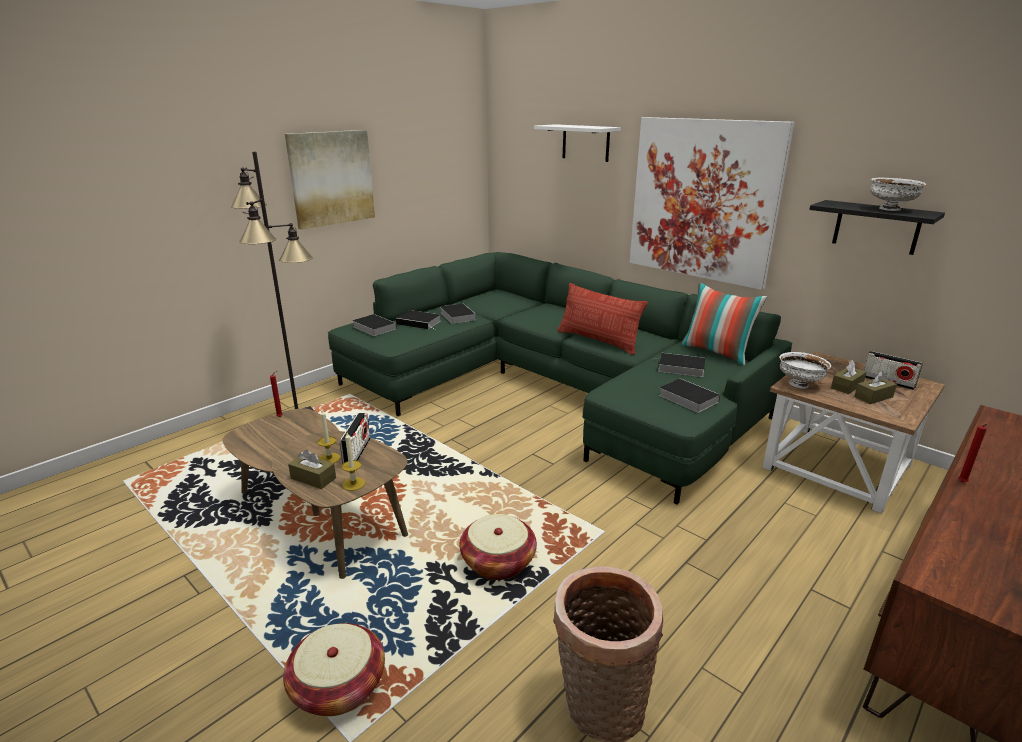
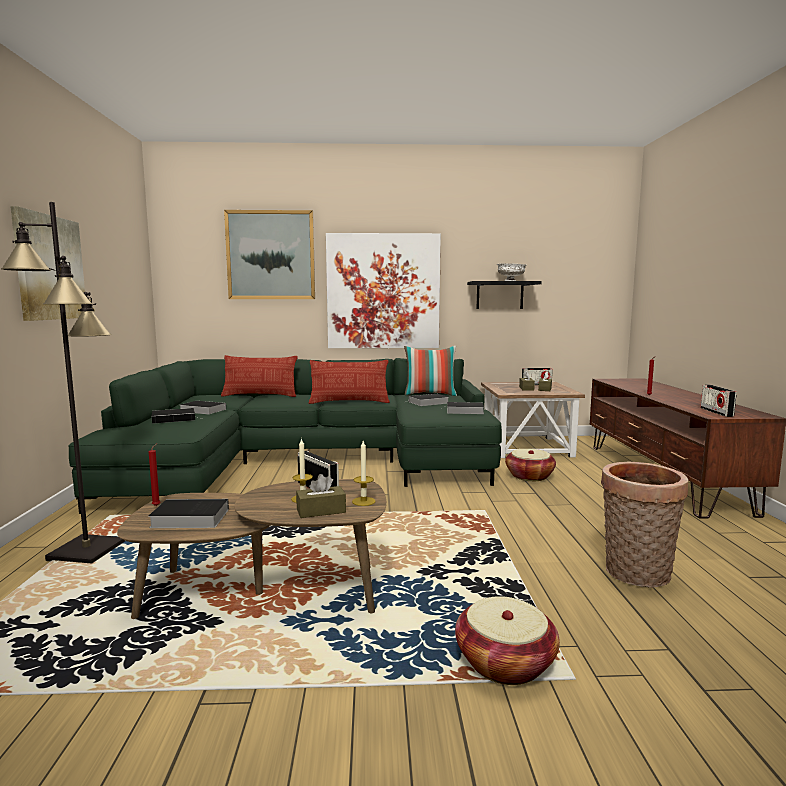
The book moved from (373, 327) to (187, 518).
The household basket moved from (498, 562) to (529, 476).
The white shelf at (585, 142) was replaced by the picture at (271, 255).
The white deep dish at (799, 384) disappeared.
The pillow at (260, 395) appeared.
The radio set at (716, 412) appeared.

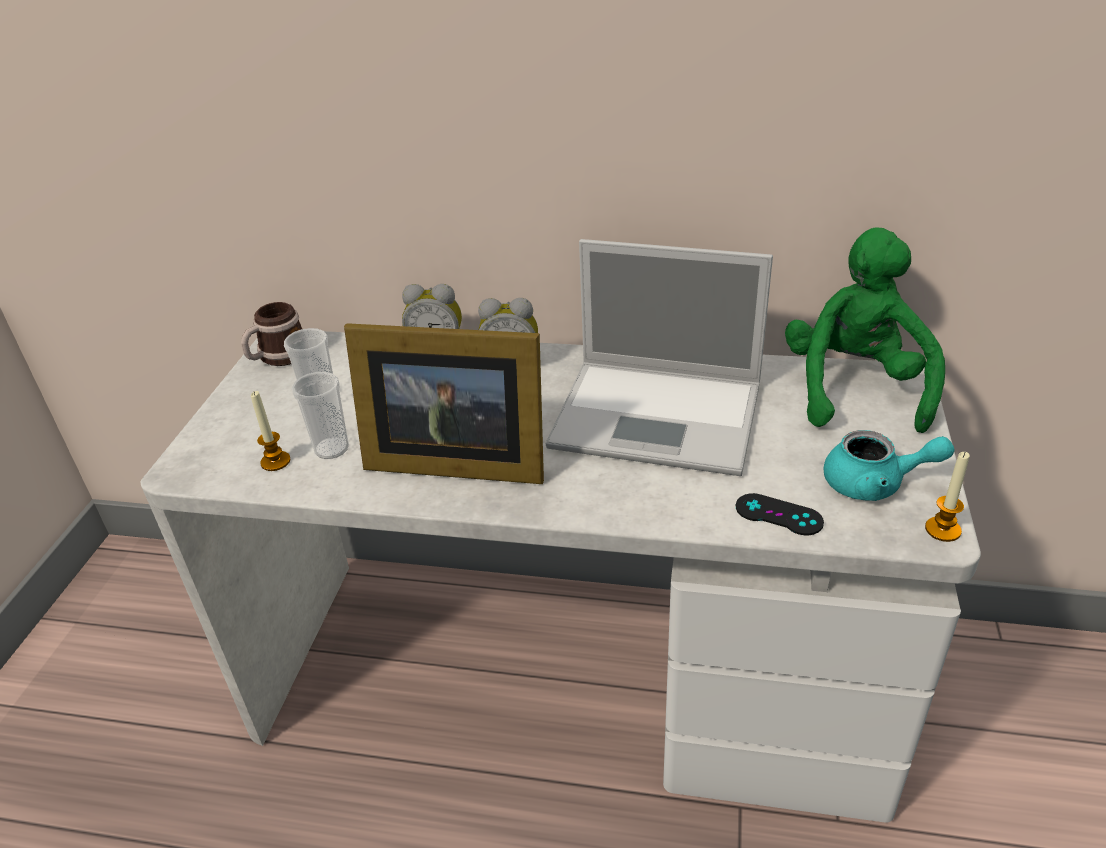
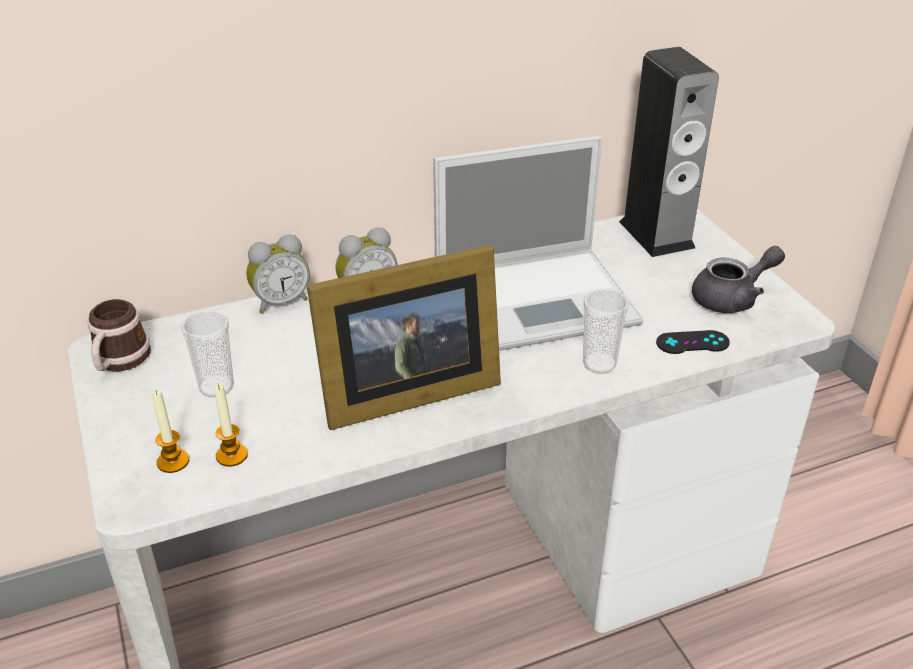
The drinking cup moved from (331, 449) to (599, 363).
The green soft toy at (855, 389) was replaced by the loudspeaker at (656, 234).
The turquoise pot for tea at (875, 484) became the greyish pot for tea at (732, 298).
The wax light moved from (942, 530) to (173, 461).

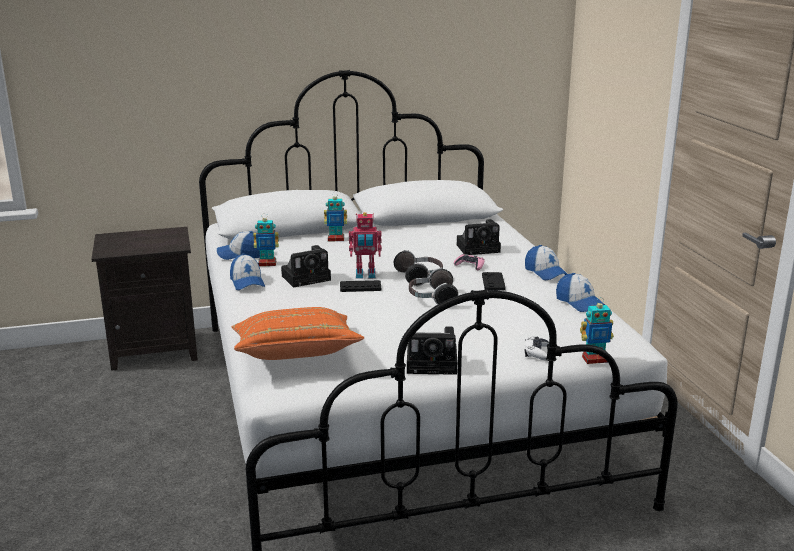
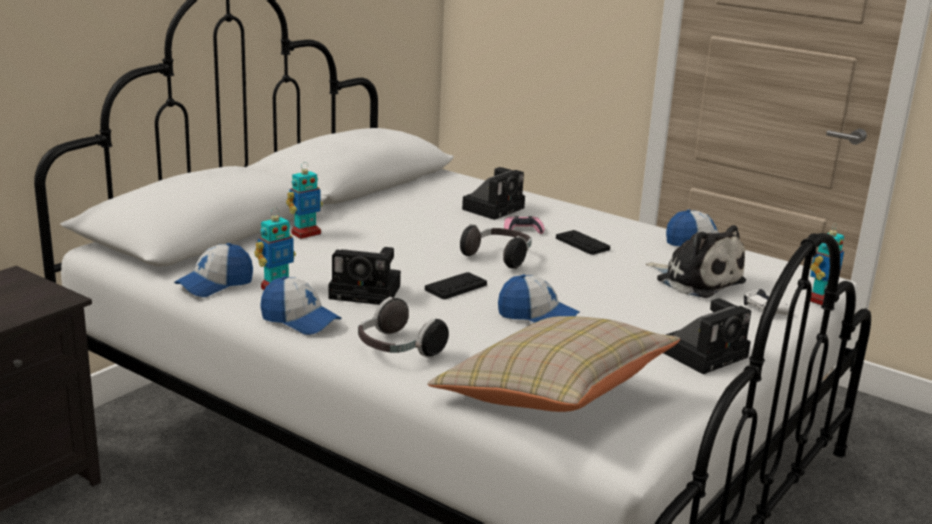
The orange-coloured pillow at (296, 355) became the beige pillow at (551, 396).
The still camera at (308, 277) turned 75 degrees clockwise.
The toy robot at (365, 275) disappeared.
The pair of headphones moved from (432, 299) to (397, 350).
The peaked cap moved from (545, 272) to (537, 316).
The soft toy at (696, 280) appeared.

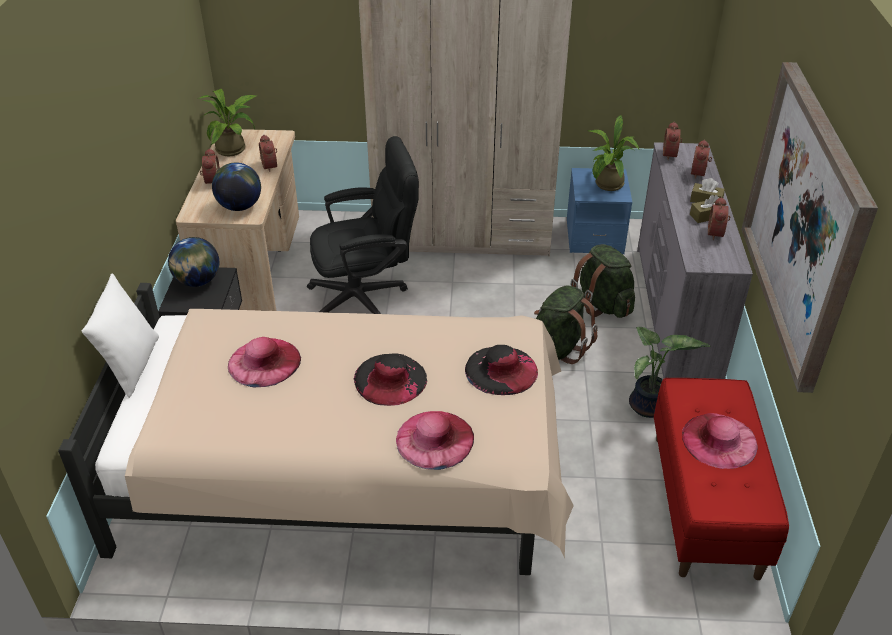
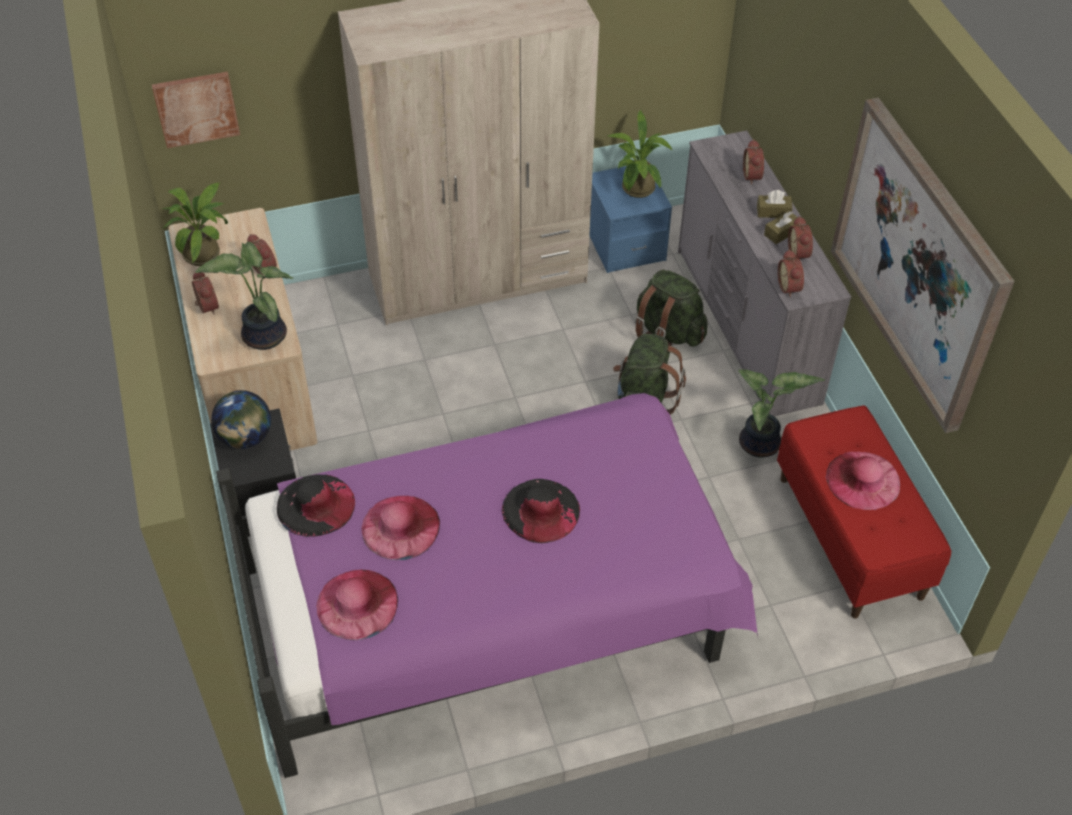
The beige sleeping bed at (348, 473) became the purple sleeping bed at (492, 607).
The white pillow at (131, 366) disappeared.
The globe at (239, 206) was replaced by the potted plant at (262, 335).
The black-coloured office chair at (366, 296) disappeared.
The pinkish hat moved from (435, 439) to (357, 604).
The black-coloured hat moved from (501, 370) to (315, 505).
The alarm clock moved from (671, 155) to (790, 287).
The picture at (196, 108) appeared.

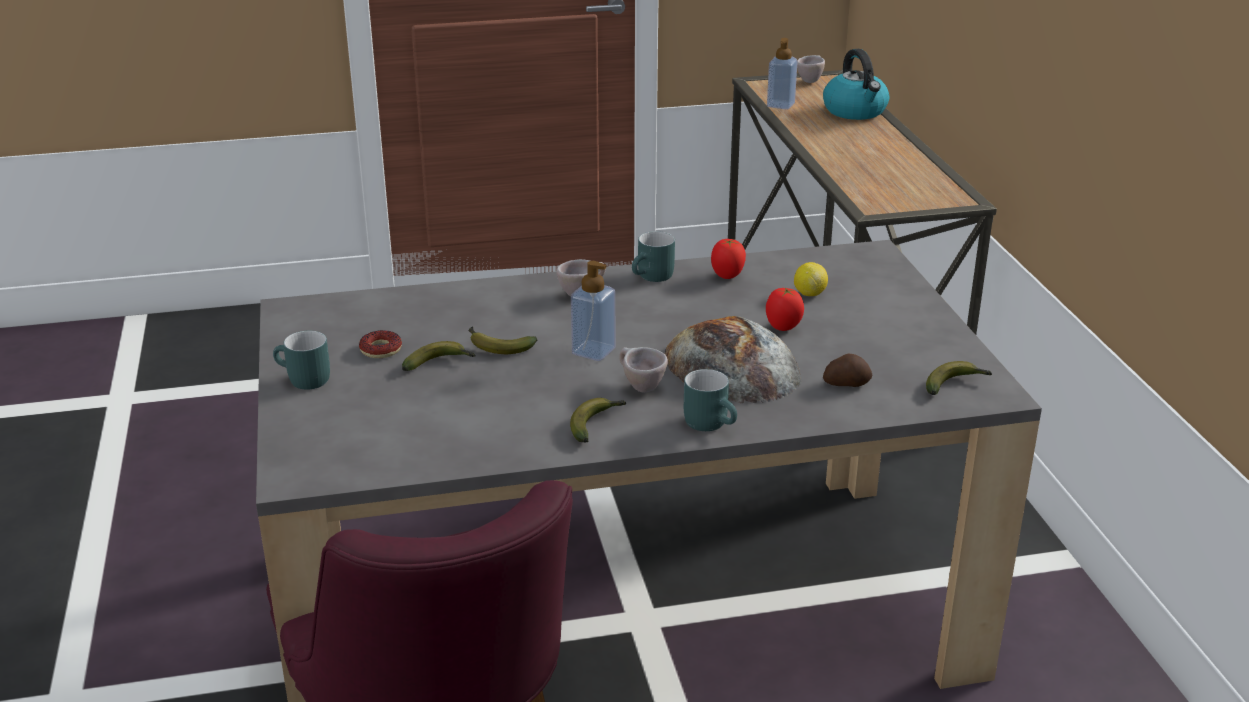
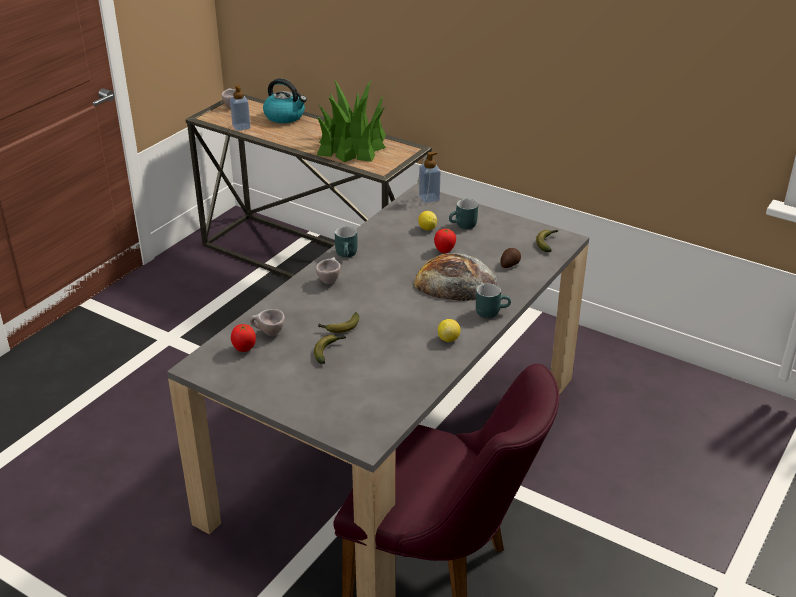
The turquoise mug moved from (302, 381) to (464, 226).
The doughnut at (380, 350) disappeared.
The banana at (596, 424) was replaced by the whole lemon at (448, 339).
The liquid soap bottle moved from (593, 351) to (429, 198).
The beige drinking cup moved from (639, 386) to (268, 333).
The tomato moved from (727, 276) to (244, 349).
The potted plant at (352, 145) appeared.

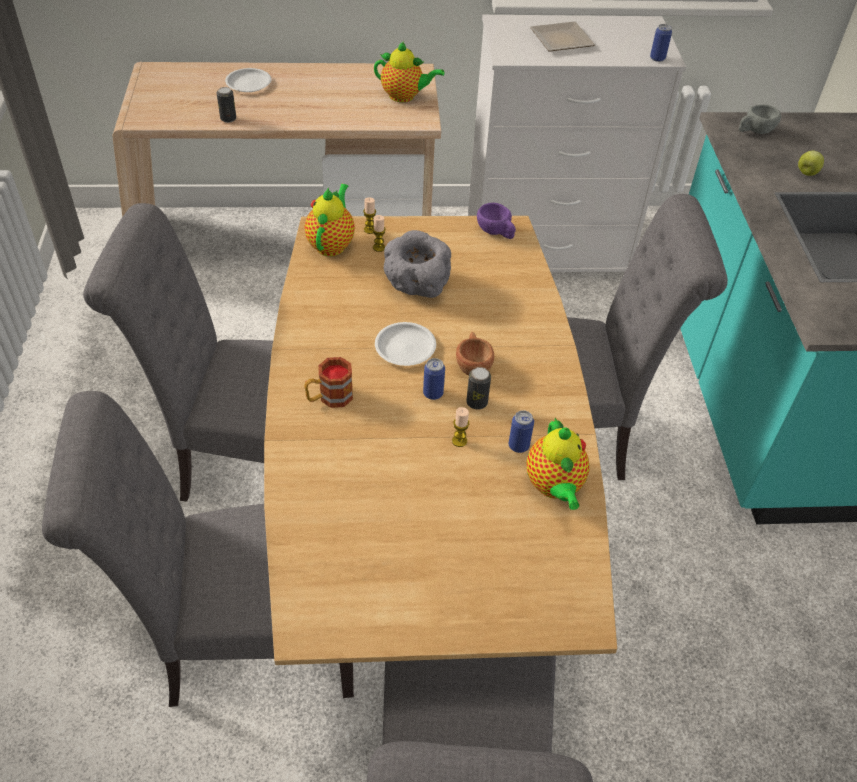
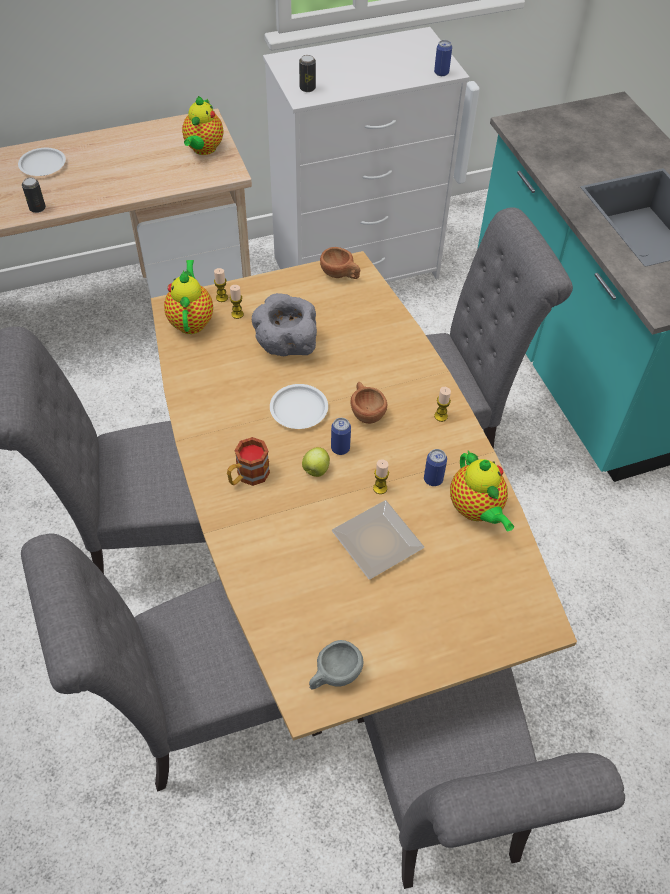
The pot for tea at (404, 96) turned 105 degrees clockwise.
The can moved from (477, 402) to (307, 88).
The purple drinking cup at (496, 232) became the brown drinking cup at (340, 275).
The flat dish moved from (562, 39) to (377, 539).
The greyish drinking cup moved from (754, 131) to (334, 676).
The apple moved from (806, 173) to (315, 470).
The wax light at (441, 416) appeared.

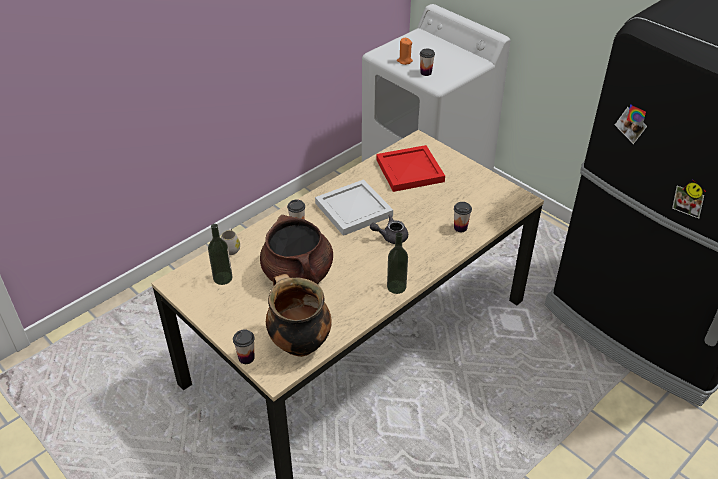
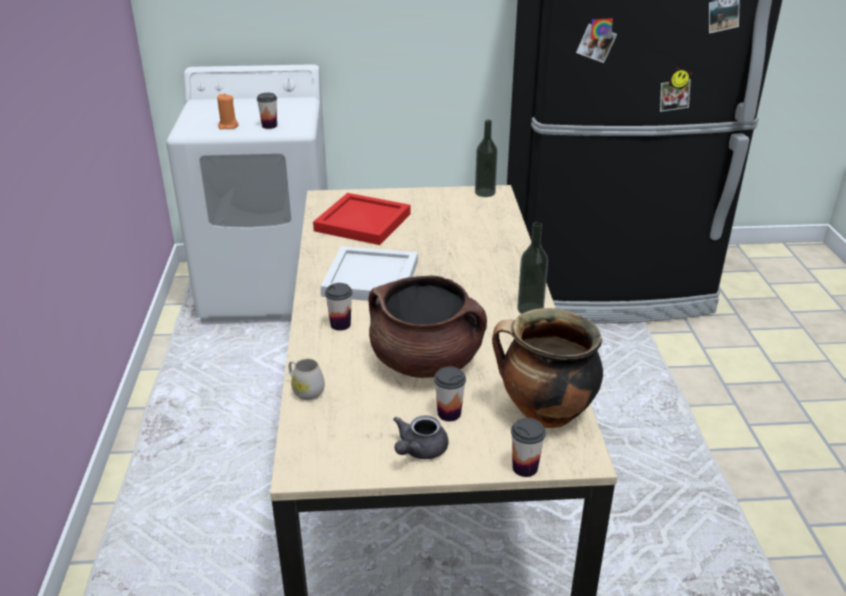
The beverage bottle moved from (223, 278) to (485, 192).
The greyish pot for tea moved from (391, 237) to (419, 450).
The drinking cup moved from (460, 228) to (449, 413).

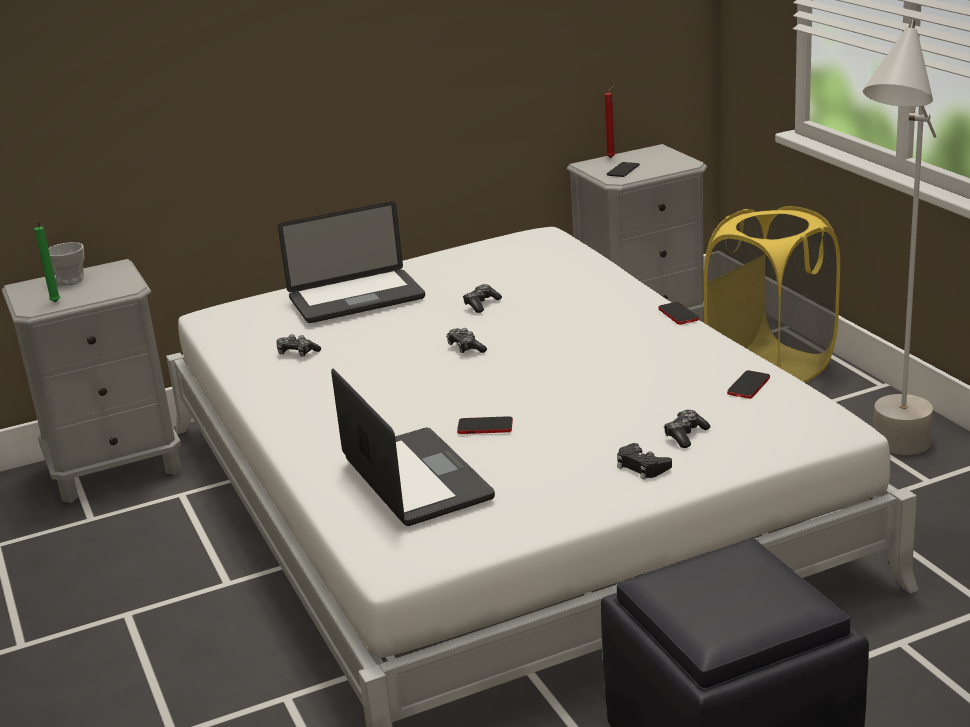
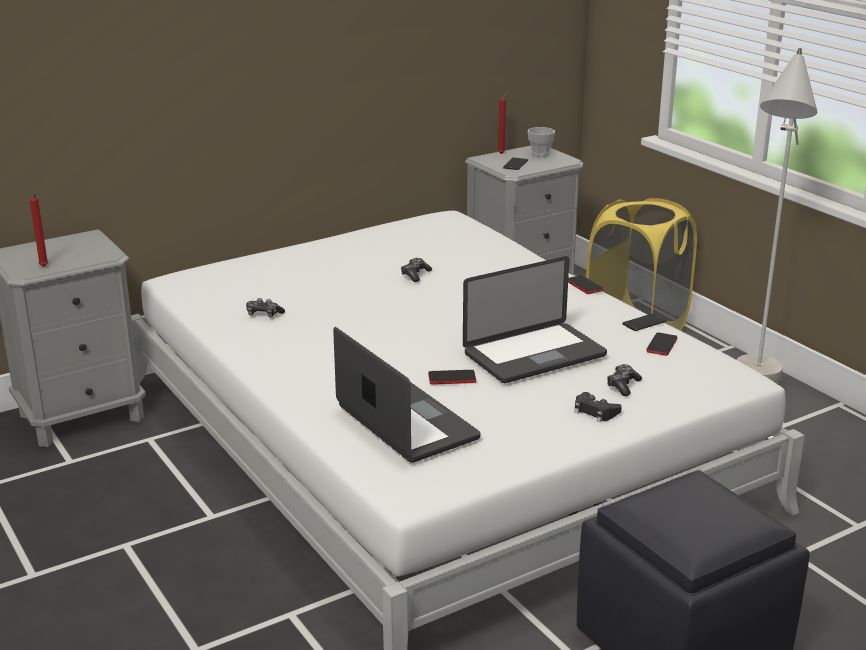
The green wax light at (55, 303) became the red wax light at (44, 267).
The drinking cup moved from (71, 280) to (540, 154).
The laptop moved from (356, 298) to (534, 355).
The game controller at (465, 348) disappeared.
The phone at (644, 323) appeared.

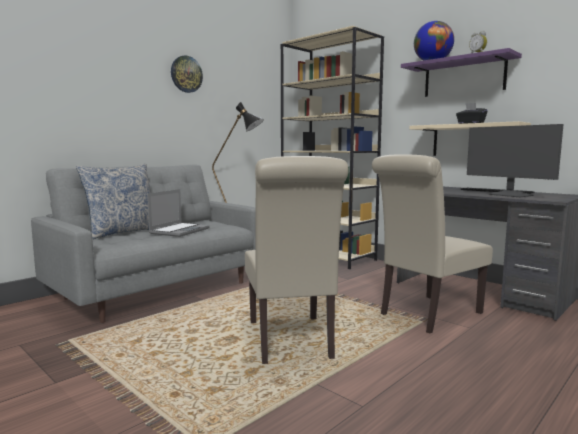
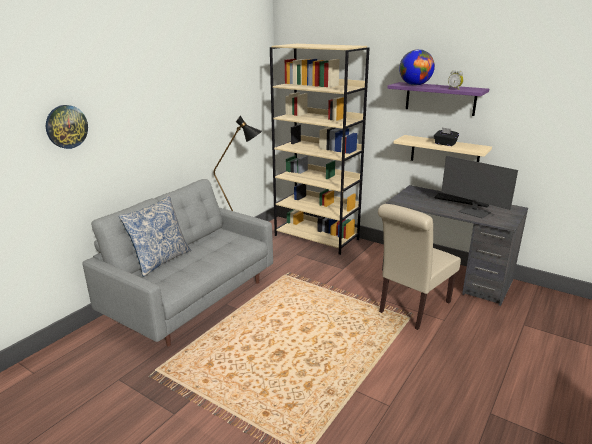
The laptop at (179, 231) disappeared.
The clock on the wall moved from (186, 74) to (66, 126).
The beige plain chair at (291, 342) disappeared.

